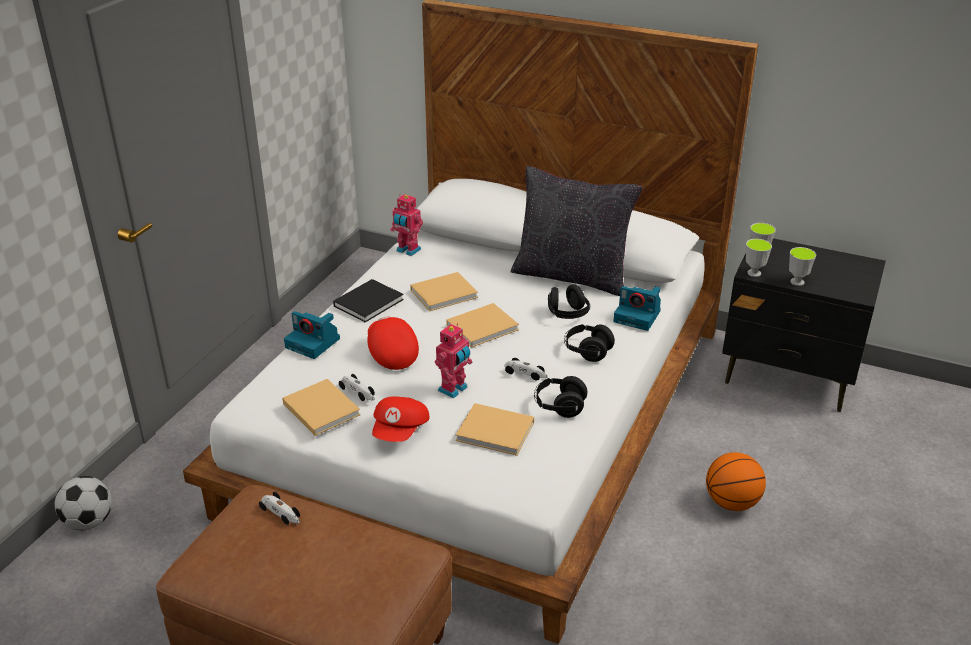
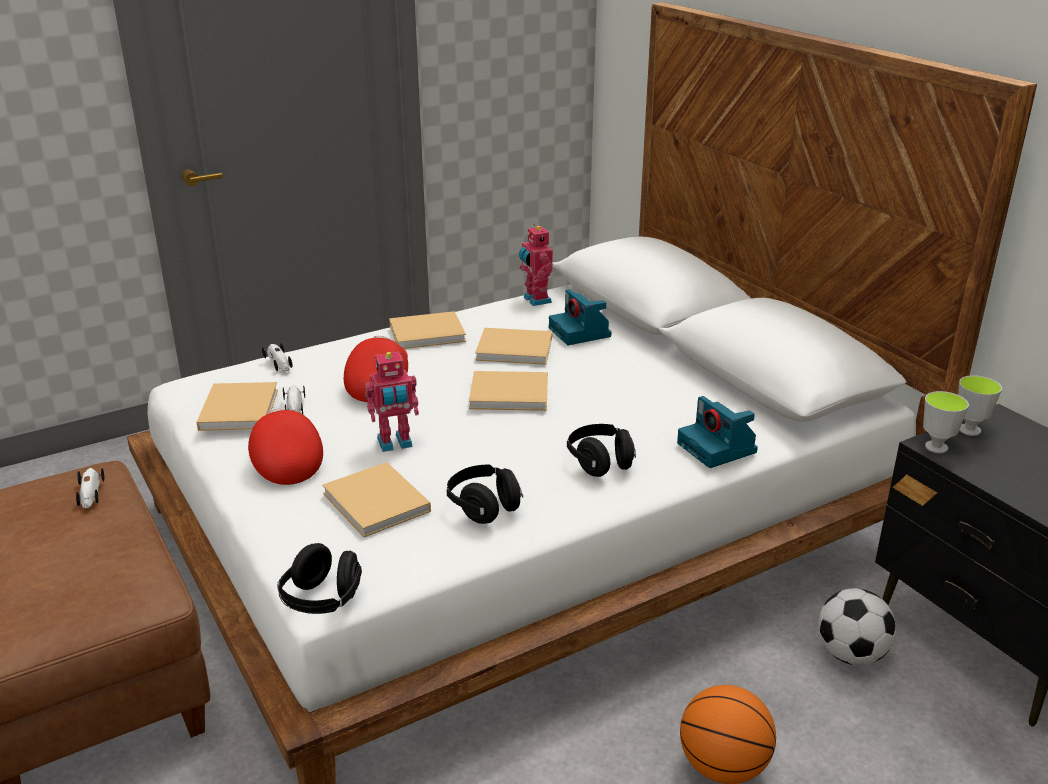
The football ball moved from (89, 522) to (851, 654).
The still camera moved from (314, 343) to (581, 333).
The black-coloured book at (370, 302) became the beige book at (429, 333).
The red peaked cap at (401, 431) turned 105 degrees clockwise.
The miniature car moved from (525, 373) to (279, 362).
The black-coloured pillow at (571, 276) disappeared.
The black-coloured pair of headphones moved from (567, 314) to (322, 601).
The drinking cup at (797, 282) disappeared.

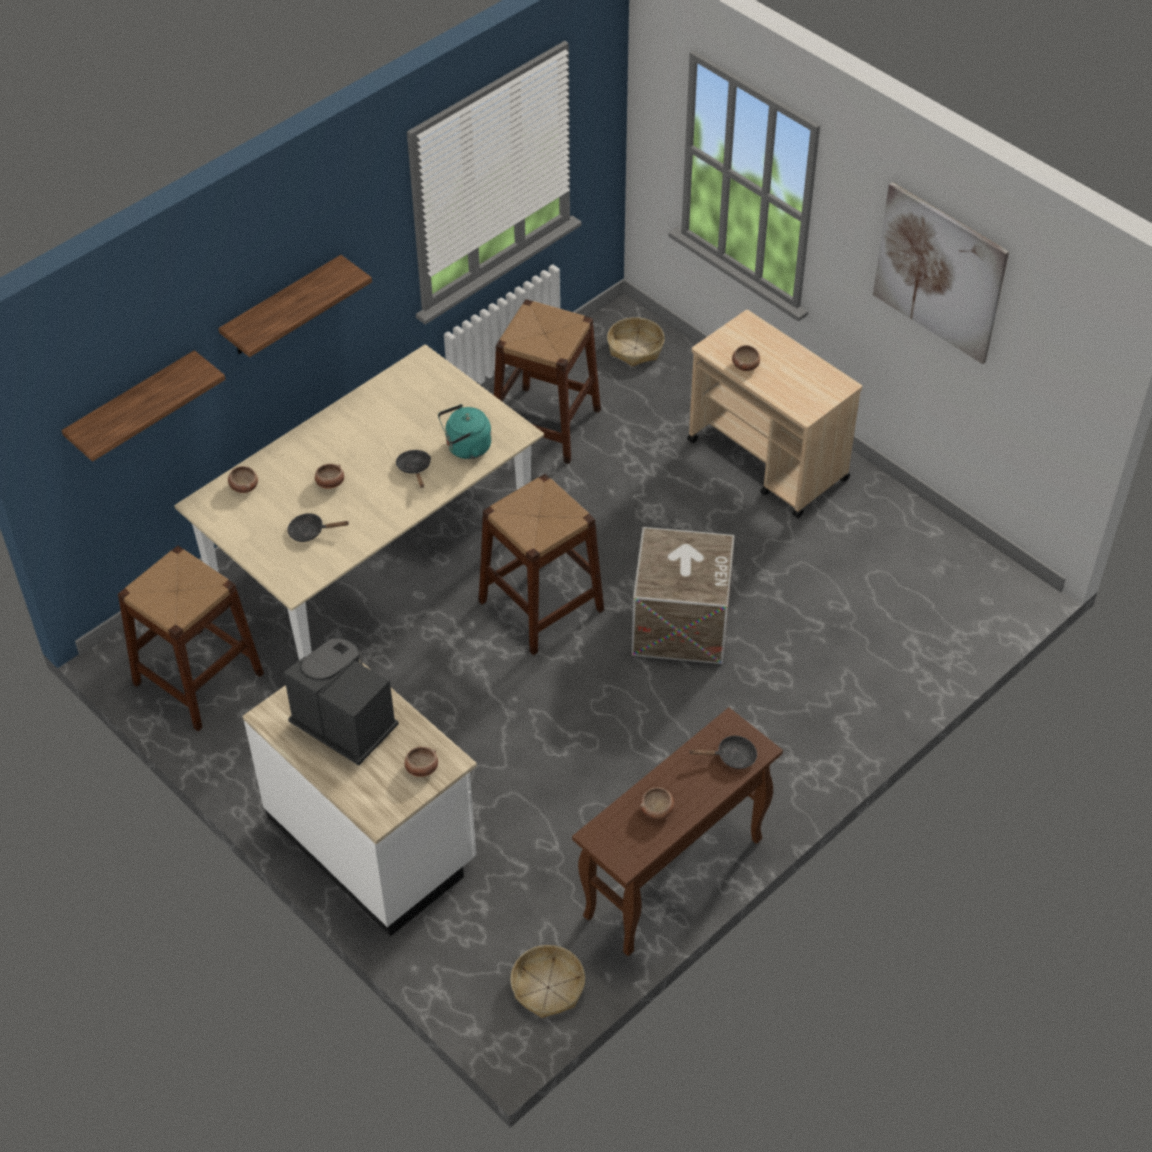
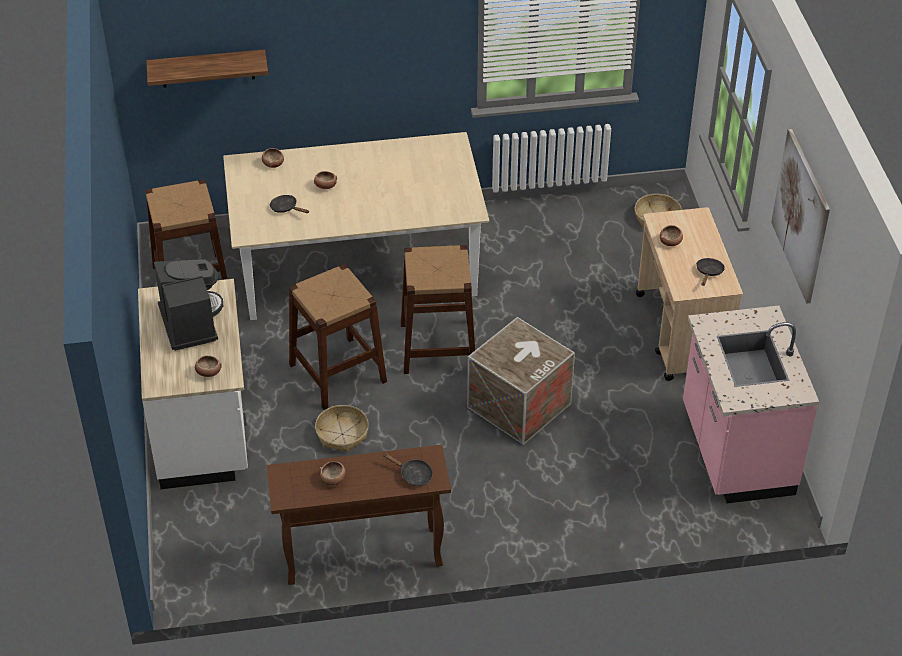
The shelf at (283, 307) disappeared.
The black-coloured pan moved from (414, 469) to (709, 272).
The turquoise water kettle at (466, 448) disappeared.
The brown stool moved from (546, 424) to (338, 373).
The household basket moved from (548, 988) to (342, 434).
The pinkish kitchen counter at (735, 452) appeared.

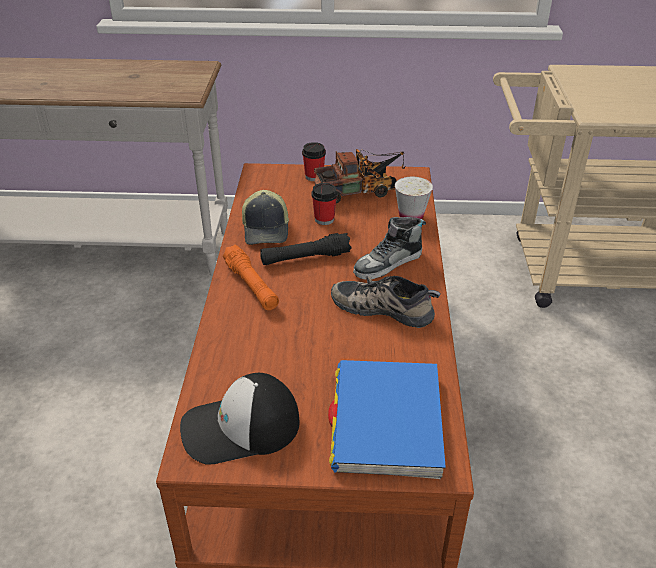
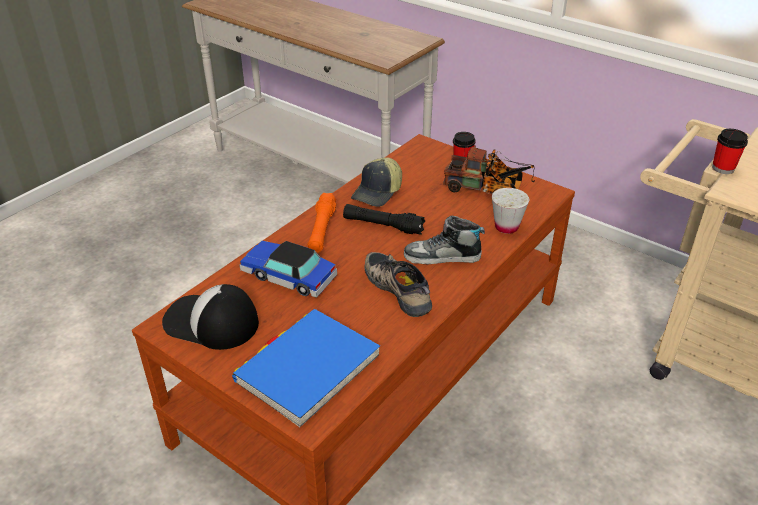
The drinking cup moved from (324, 219) to (723, 168).
The miniature car at (289, 275) appeared.

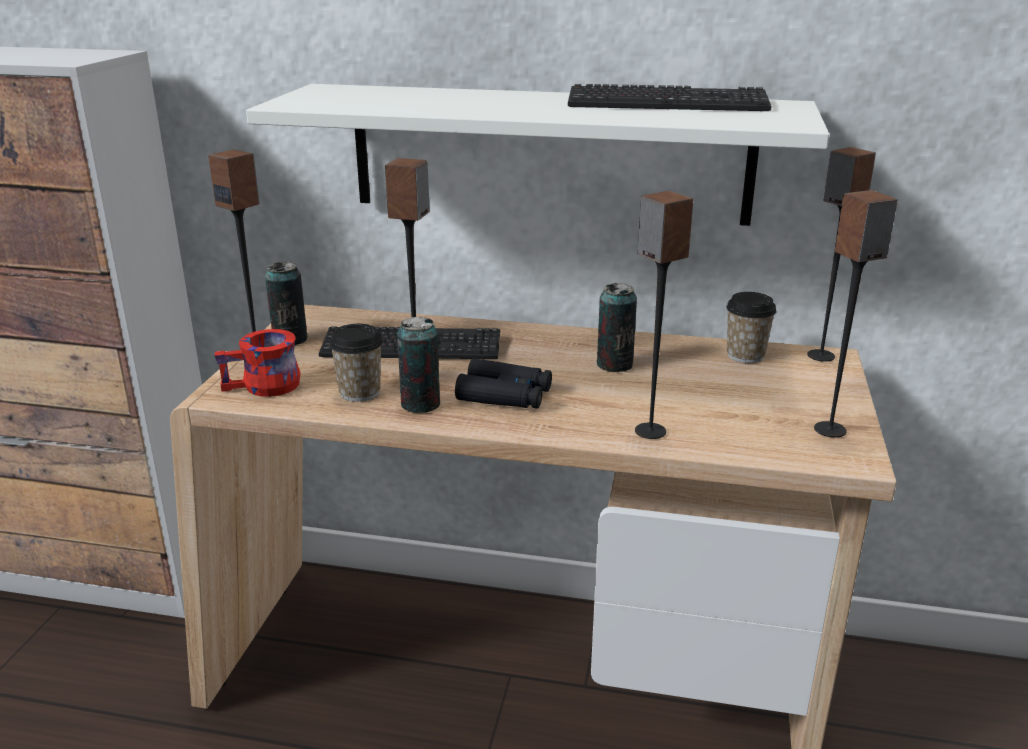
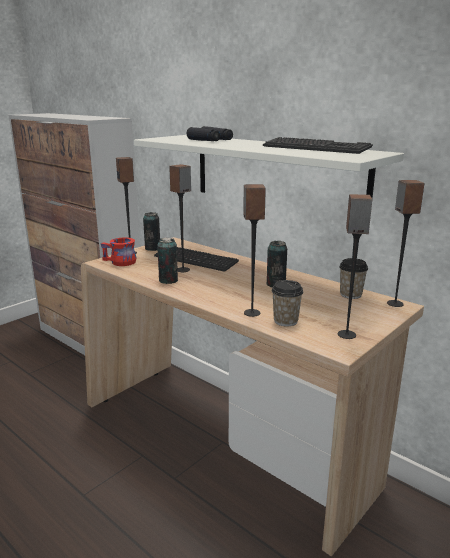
The drinking cup moved from (360, 392) to (285, 321).
The black-coloured field glasses moved from (505, 395) to (210, 140).

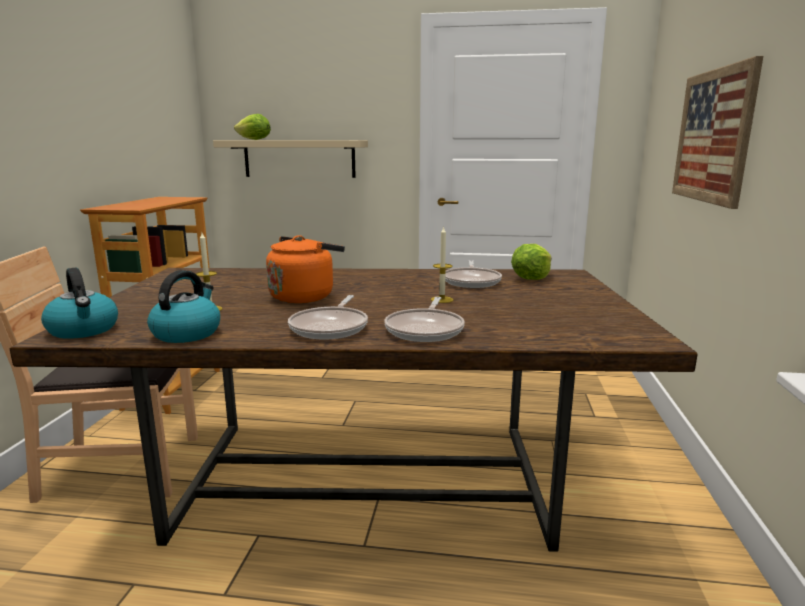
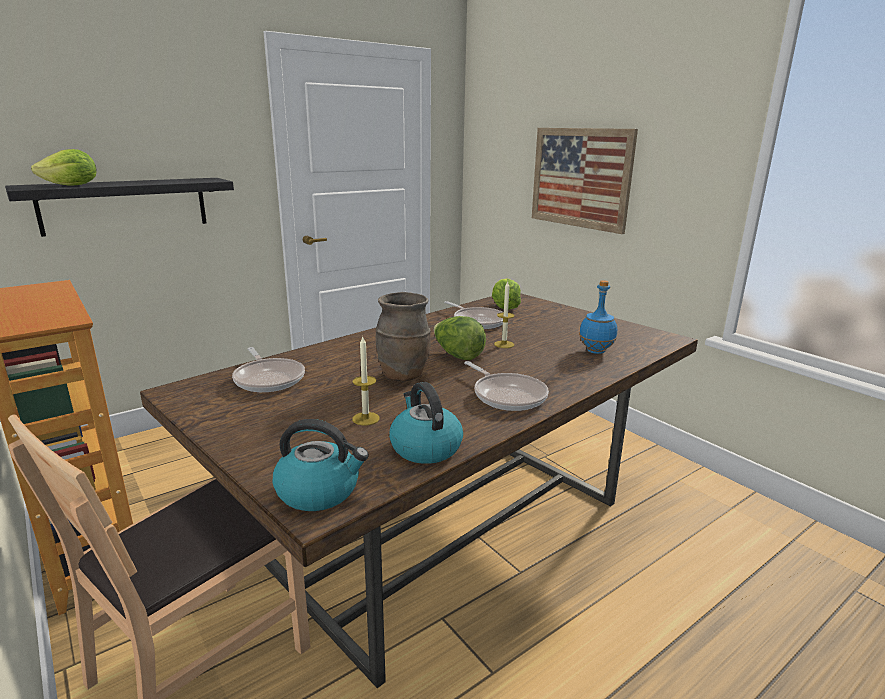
The beige shelf at (299, 159) became the black-coloured shelf at (125, 205).
The orange-coloured water kettle at (304, 296) was replaced by the brown flower vase at (403, 375).
The pan moved from (425, 329) to (268, 379).
The lettuce at (457, 356) appeared.
The bluish beverage bottle at (596, 351) appeared.

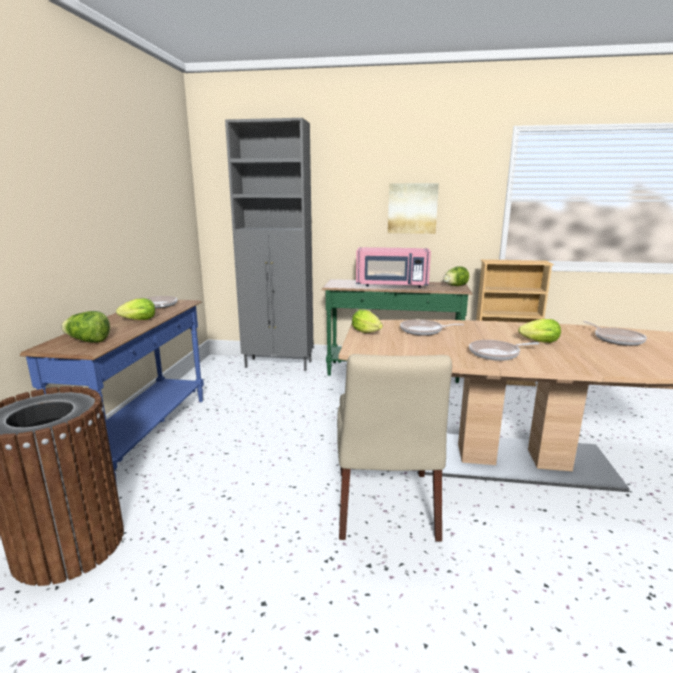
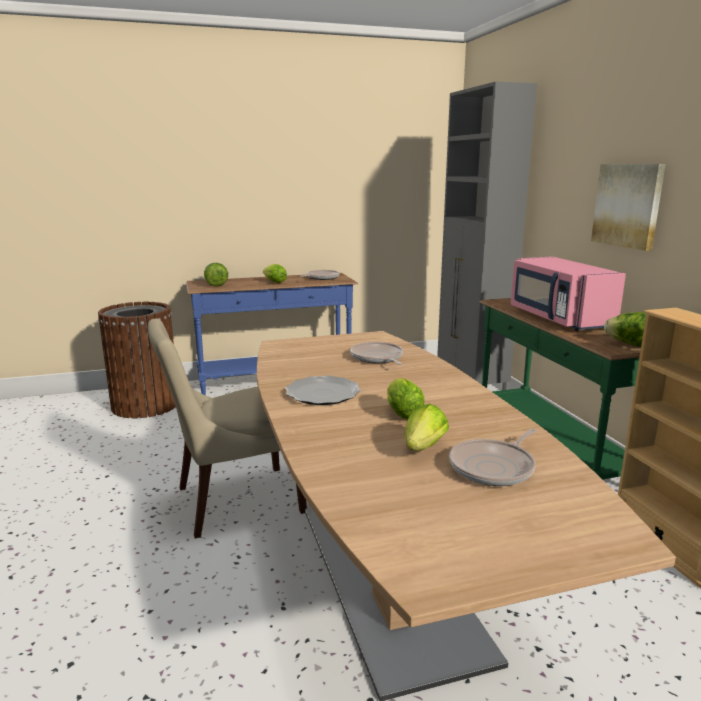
The lettuce moved from (368, 333) to (422, 449).
The pan at (497, 354) was replaced by the flat dish at (322, 394).

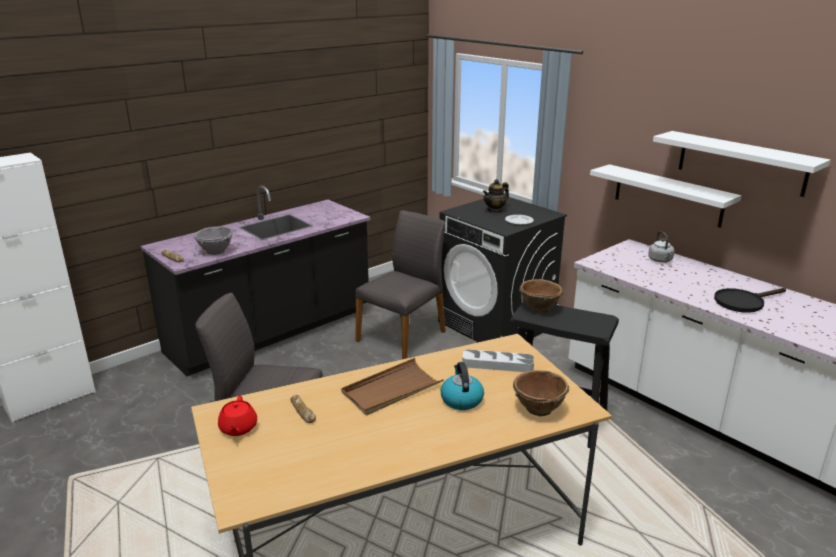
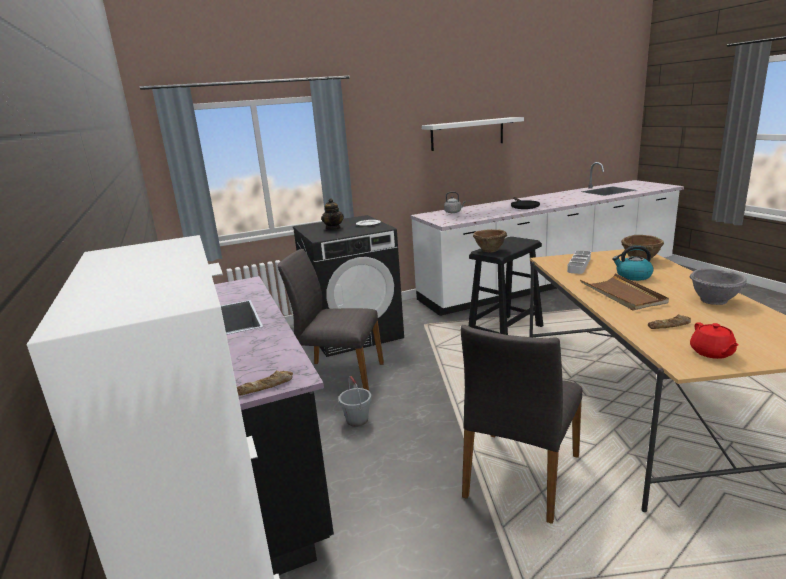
The greyish deep dish moved from (215, 252) to (714, 301).
The red pot for tea at (238, 428) turned 75 degrees clockwise.
The greyish plain chair at (403, 336) turned 45 degrees counterclockwise.
The white shelf at (668, 195) disappeared.
The greyish bucket at (357, 420) appeared.

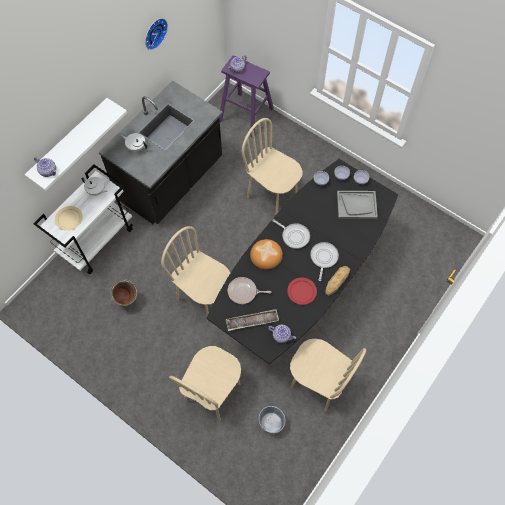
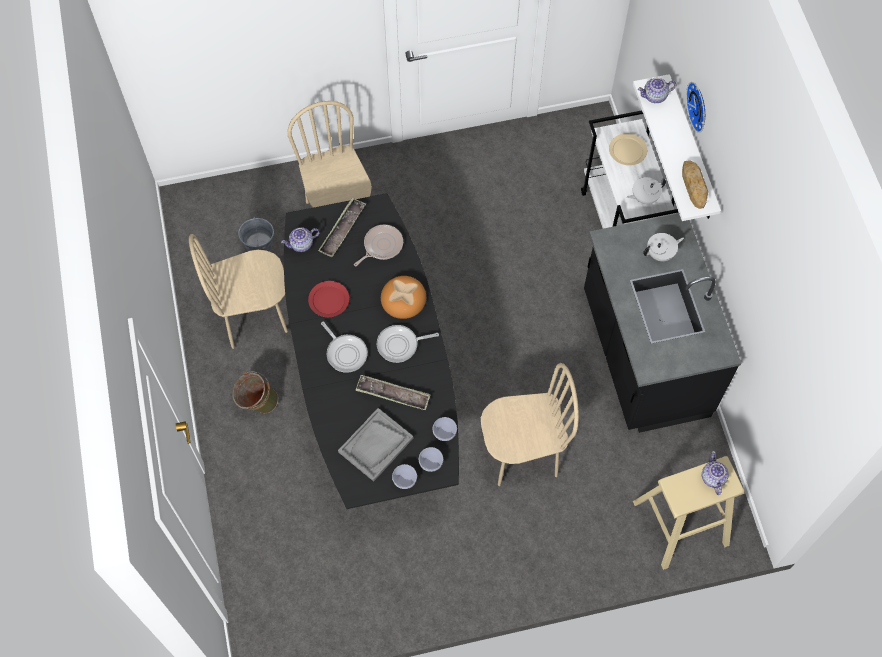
The green bucket moved from (126, 301) to (257, 404).
The clock on the wall moved from (154, 32) to (699, 106).
The beige plain chair at (204, 297) disappeared.
The purple stool at (246, 115) became the beige stool at (680, 523).
The bread moved from (337, 281) to (693, 185).
The carrying tray at (393, 395) appeared.

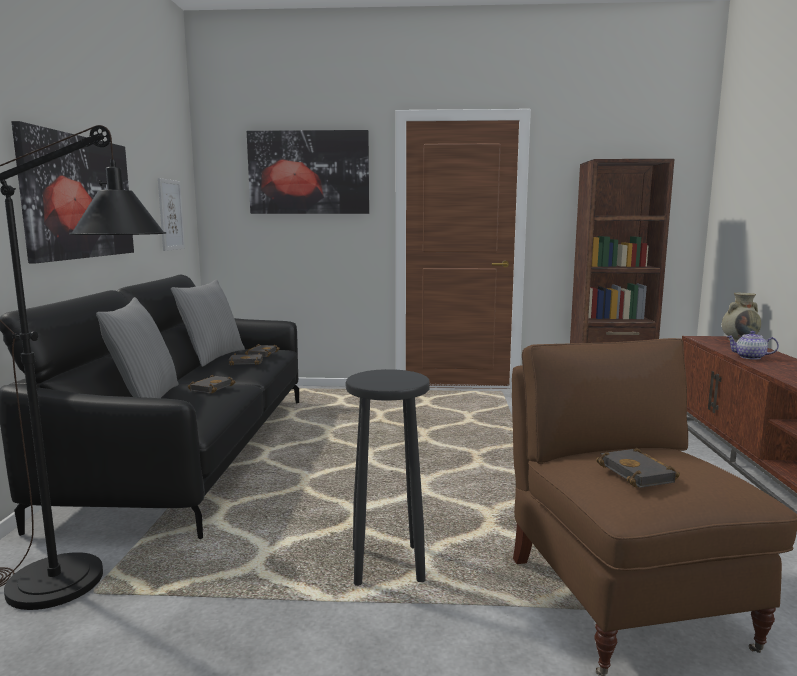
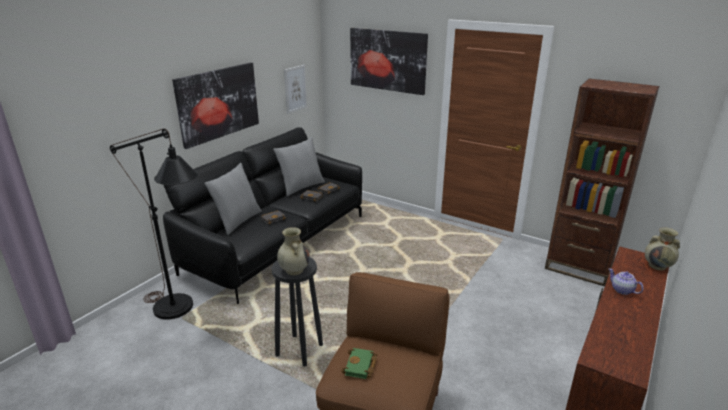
The black-coloured book at (639, 474) became the green book at (360, 366).
The beige flower vase at (294, 270) appeared.

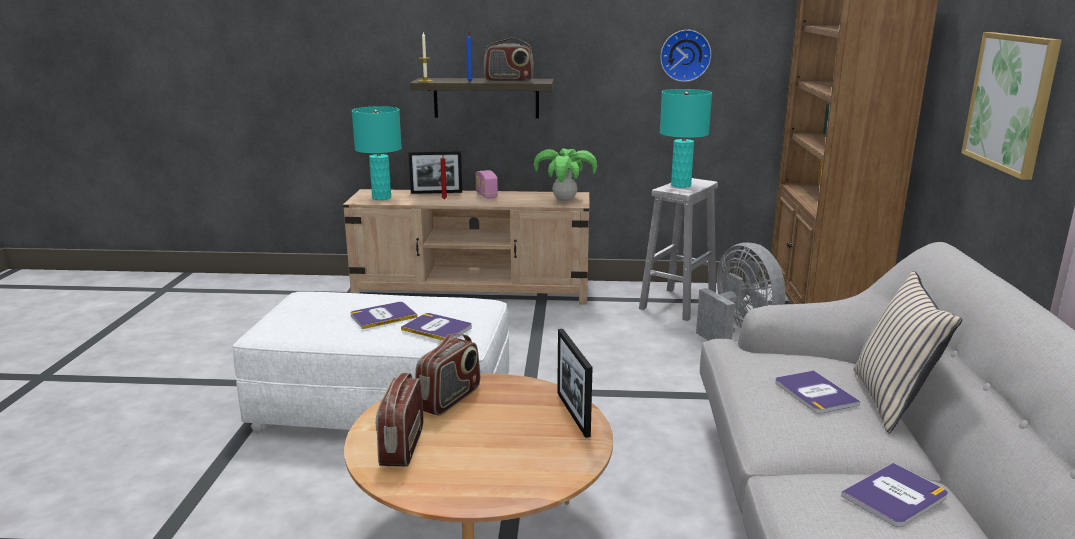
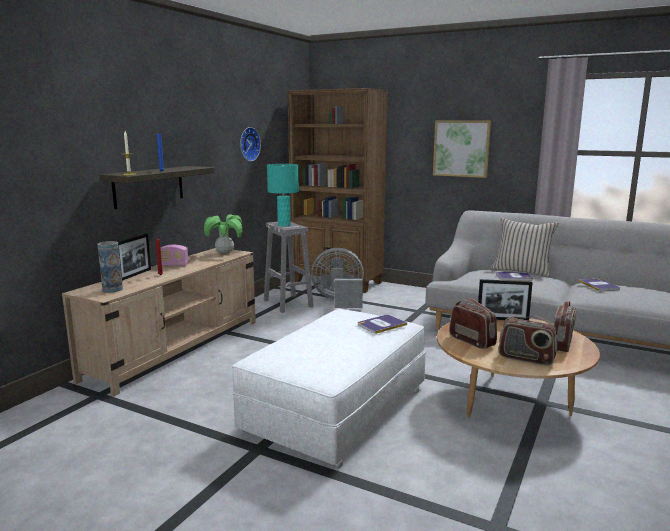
The book at (383, 316) disappeared.
The turquoise lamp for a table at (381, 197) was replaced by the flower vase at (112, 289).
The radio set moved from (509, 81) to (562, 344).

